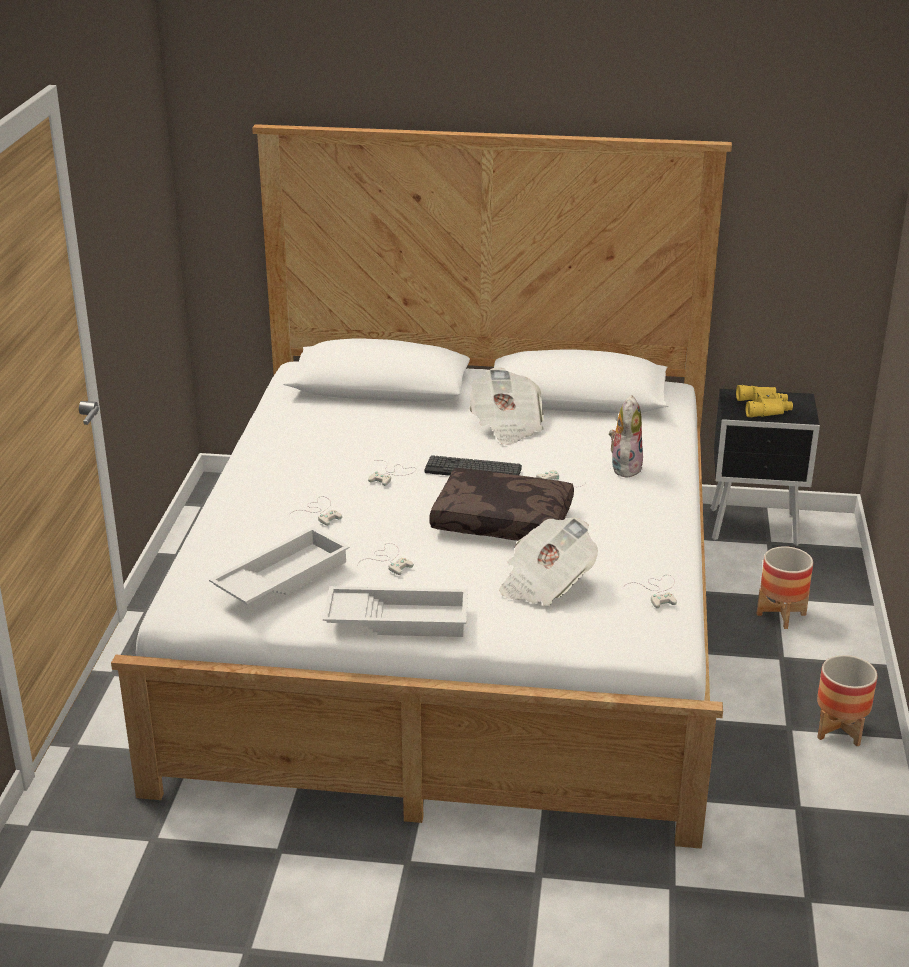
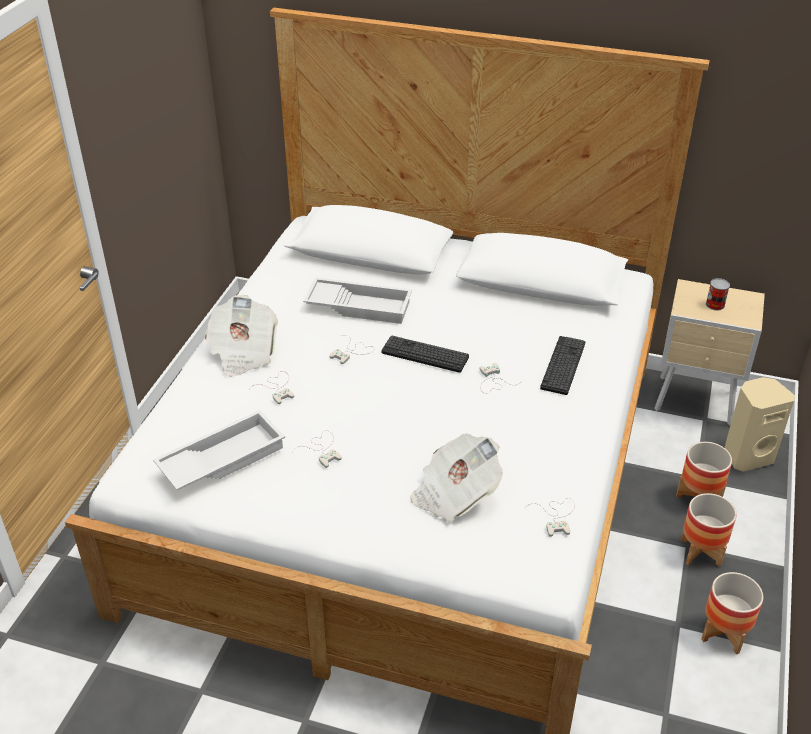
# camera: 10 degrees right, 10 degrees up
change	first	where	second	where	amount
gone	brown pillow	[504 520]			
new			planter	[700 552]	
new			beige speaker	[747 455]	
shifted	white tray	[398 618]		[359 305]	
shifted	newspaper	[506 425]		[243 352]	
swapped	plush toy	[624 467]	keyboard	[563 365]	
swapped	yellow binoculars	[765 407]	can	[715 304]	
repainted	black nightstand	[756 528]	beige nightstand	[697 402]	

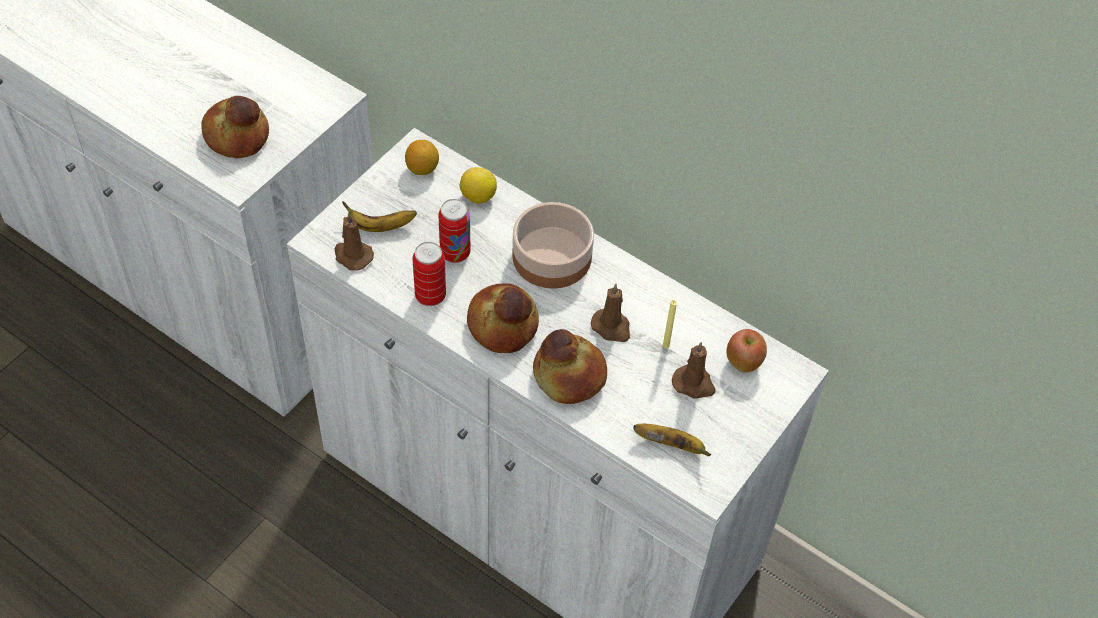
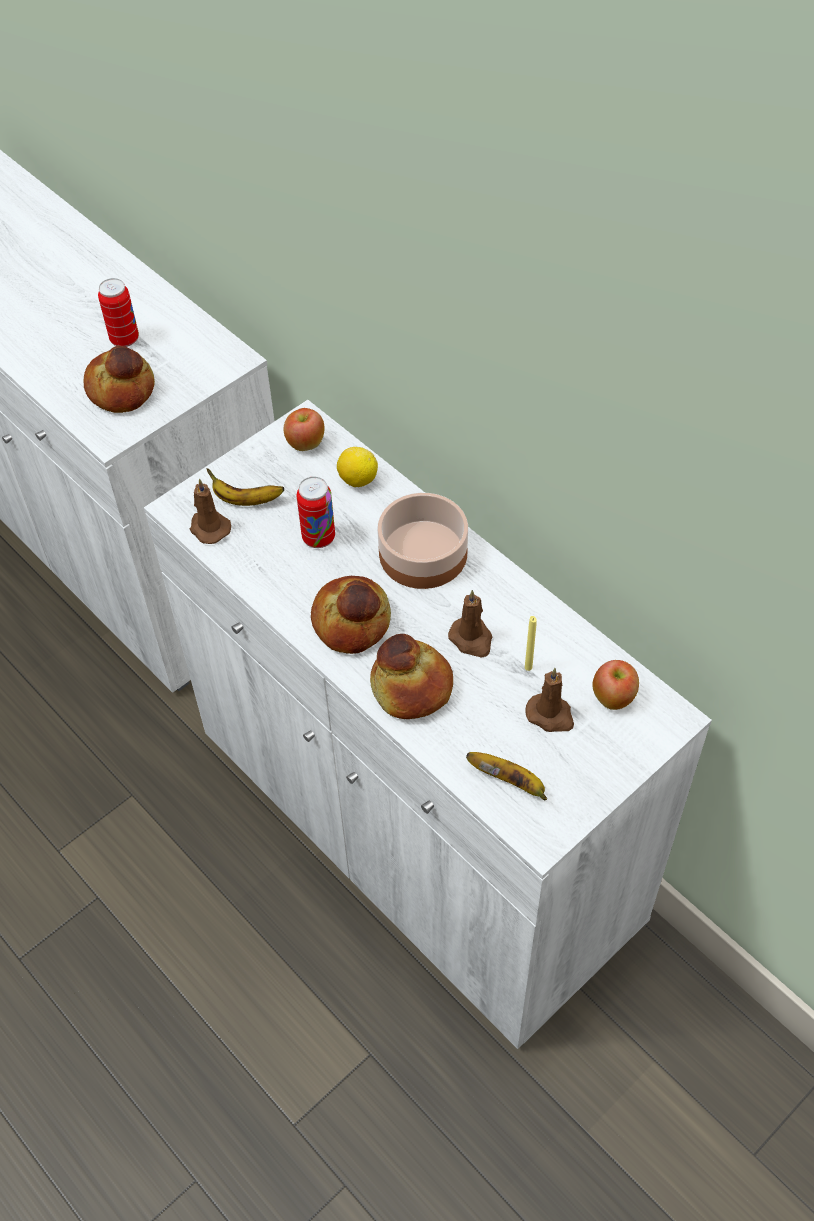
# camera: 15 degrees right, 0 degrees up
change	first	where	second	where	amount
shifted	can	[430 296]		[124 339]	
swapped	lemon	[422 169]	apple	[305 443]	

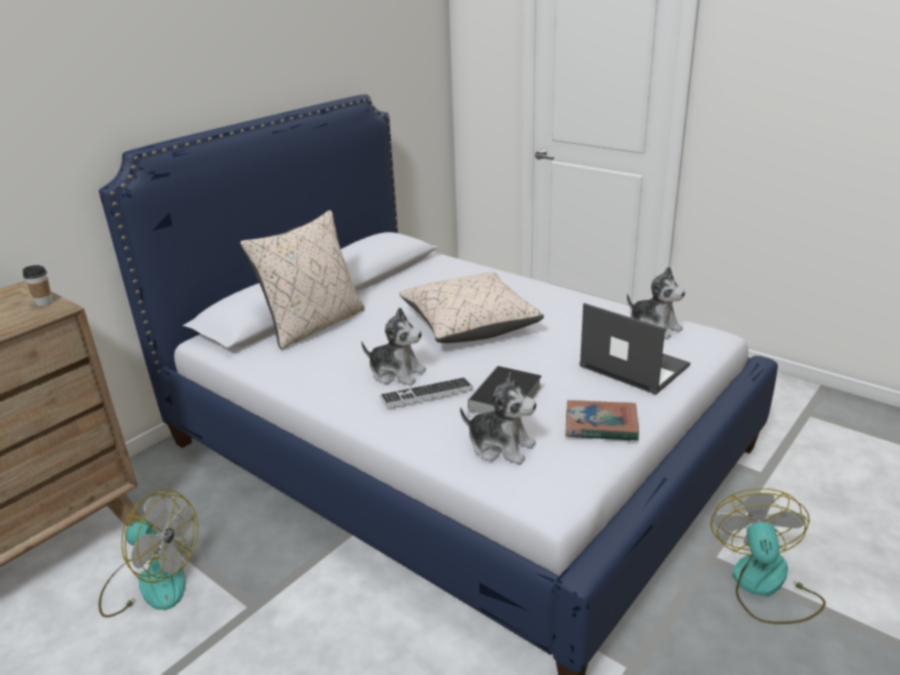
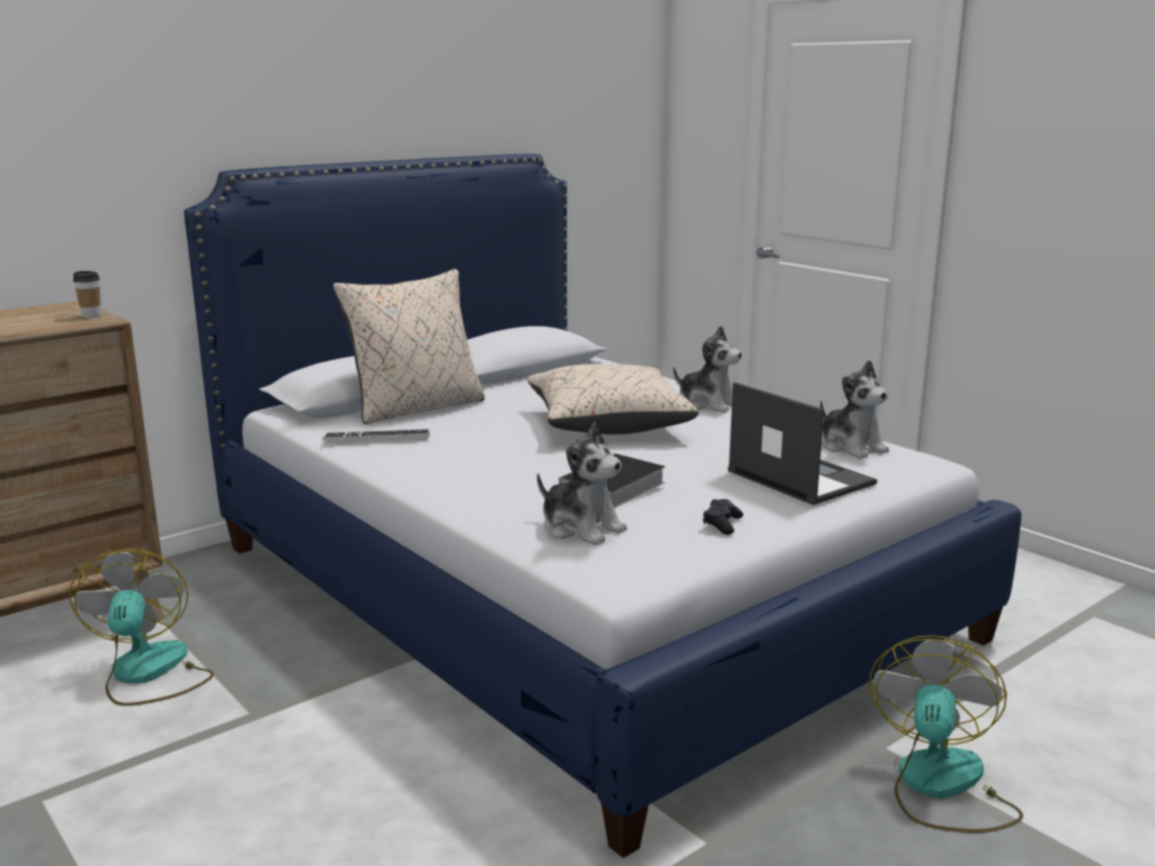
# camera: 10 degrees right, 10 degrees down
change	first	where	second	where	amount
shifted	plush toy	[396 373]		[708 404]	
shifted	keyboard	[426 394]		[377 438]	
swapped	book	[600 425]	black game controller	[722 524]	
rotated	fan	[151 582]		[148 674]	135 degrees counterclockwise

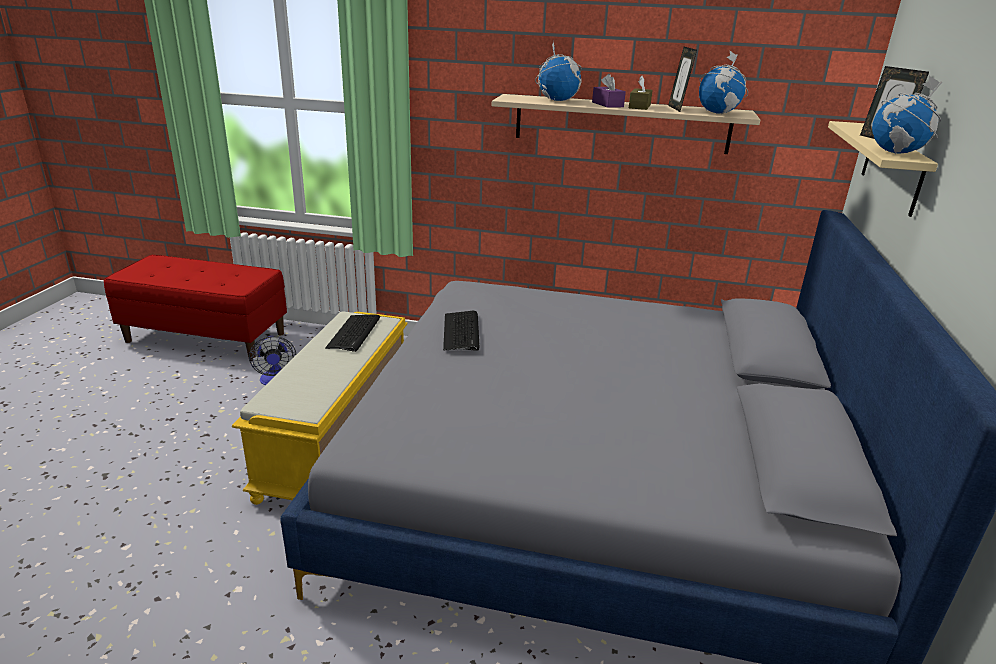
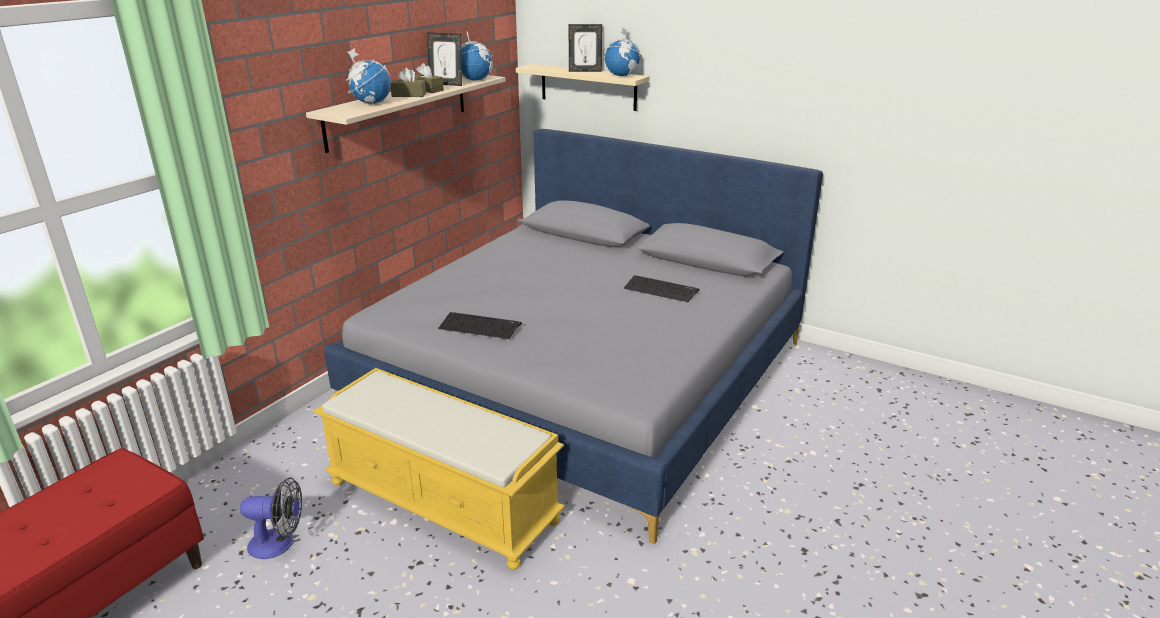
# camera: 70 degrees left, 0 degrees up
change	first	where	second	where	amount
shifted	keyboard	[354 333]		[661 289]	
repainted	purple tissue box	[607 104]	brown tissue box	[409 95]	

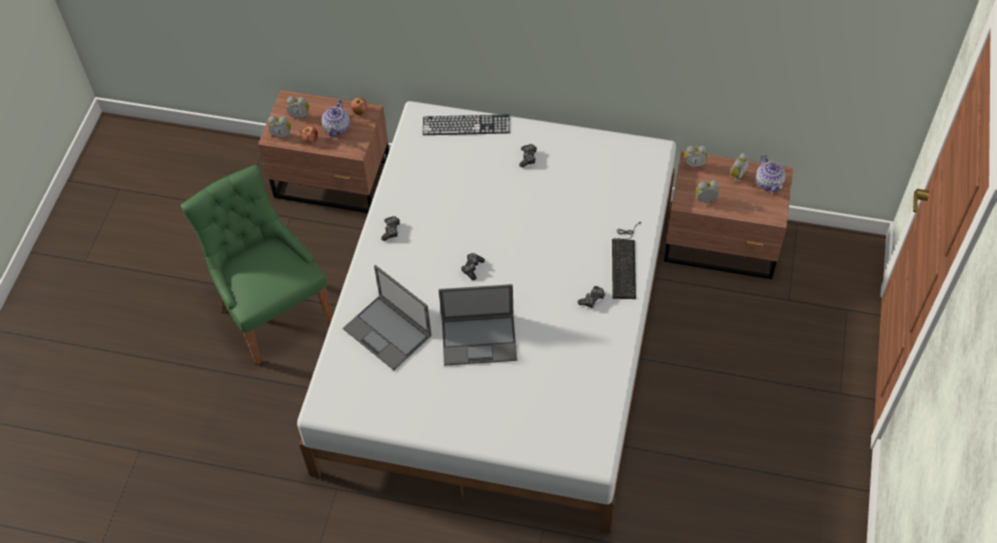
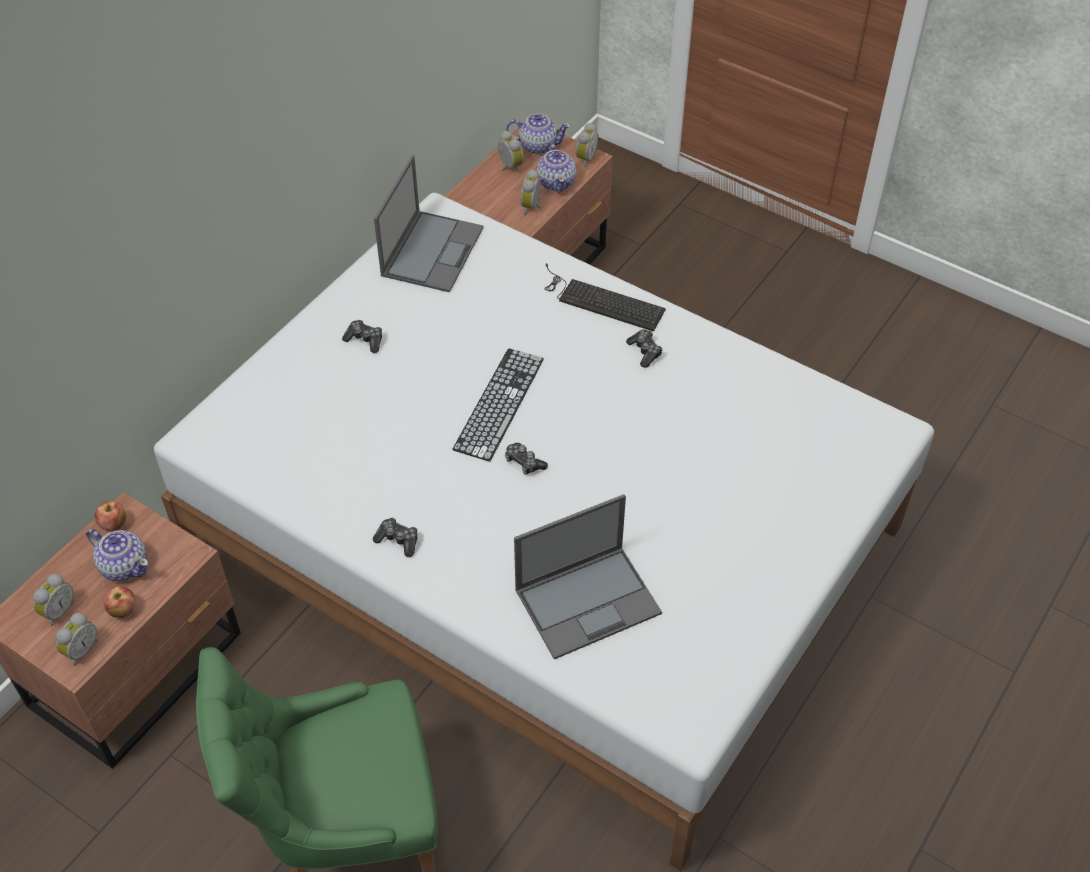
# camera: 70 degrees left, 5 degrees down
change	first	where	second	where	amount
new			teapot	[556 182]	
shifted	keyboard	[466 125]		[499 403]	
shifted	laptop	[480 339]		[432 250]	
shifted	alarm clock	[694 164]		[584 159]	

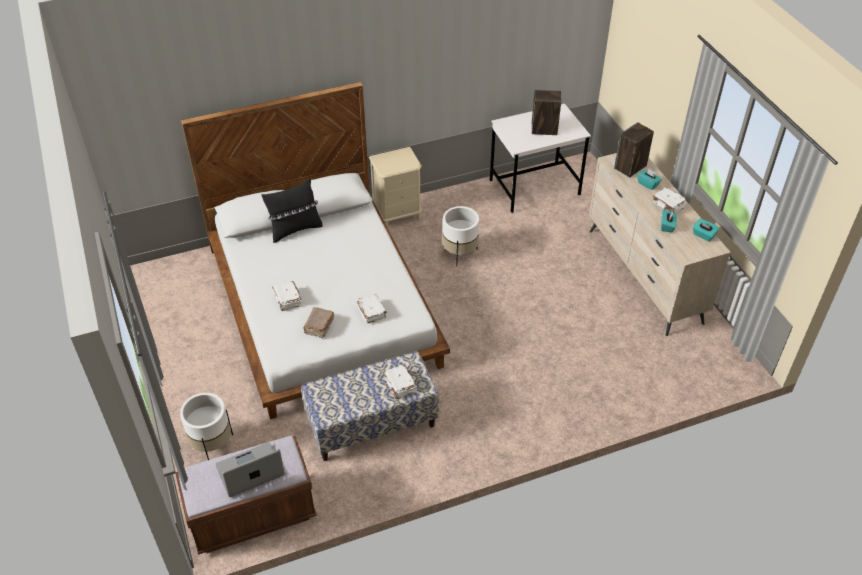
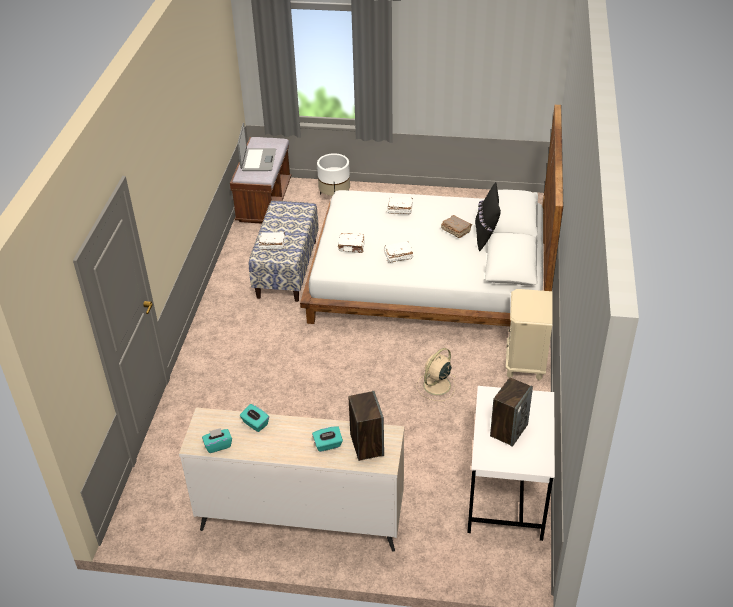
# camera: 120 degrees right, 5 degrees down
change	first	where	second	where	amount
shifted	brown book	[319 326]		[455 230]	
shifted	white book	[668 205]		[398 256]	
swapped	white planter	[460 253]	beige fan	[436 386]	

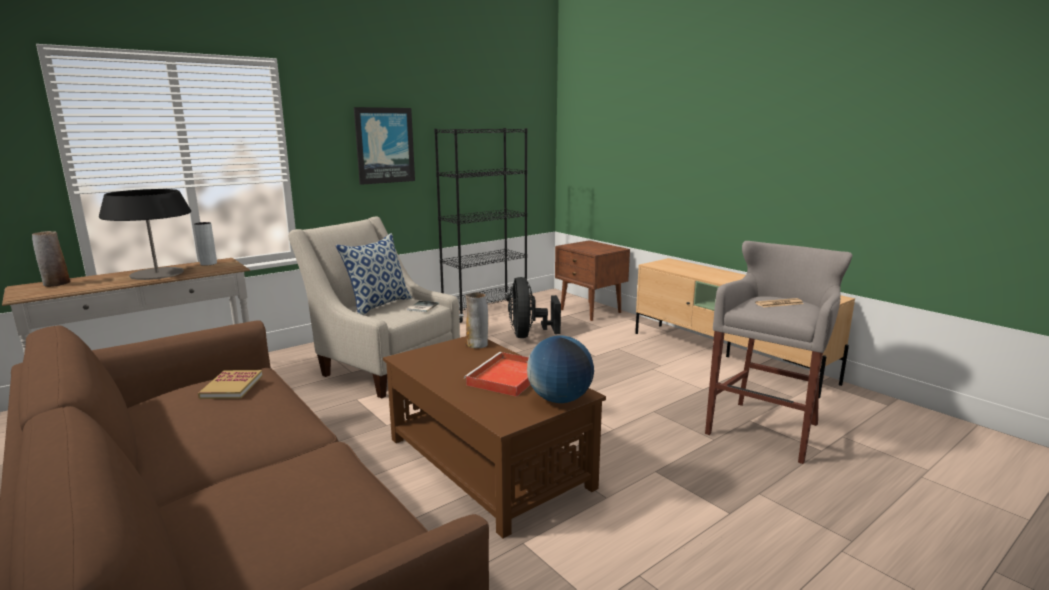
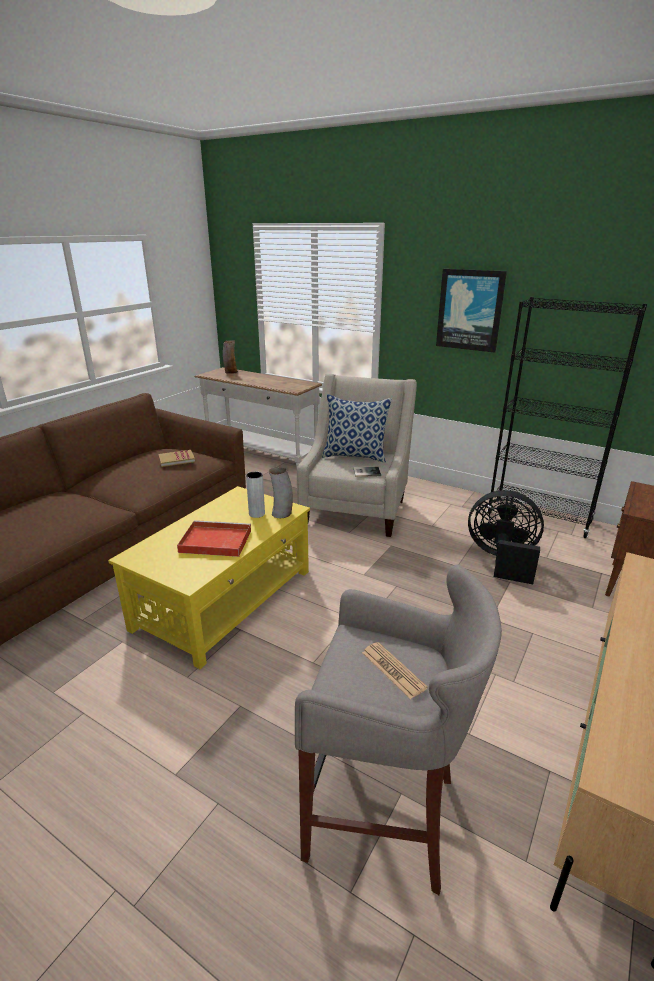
# camera: 70 degrees right, 10 degrees up
change	first	where	second	where	amount
gone	table lamp	[157 273]			
gone	globe	[559 399]			
shifted	grey vase	[208 263]		[257 514]	
repainted	brown coffee table	[487 461]	yellow coffee table	[225 598]	
rotated	black fan	[528 335]		[502 560]	45 degrees clockwise

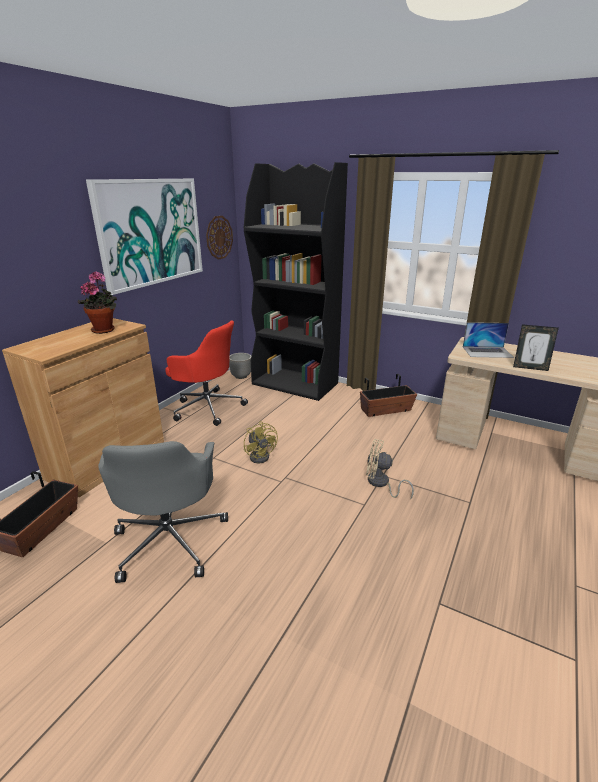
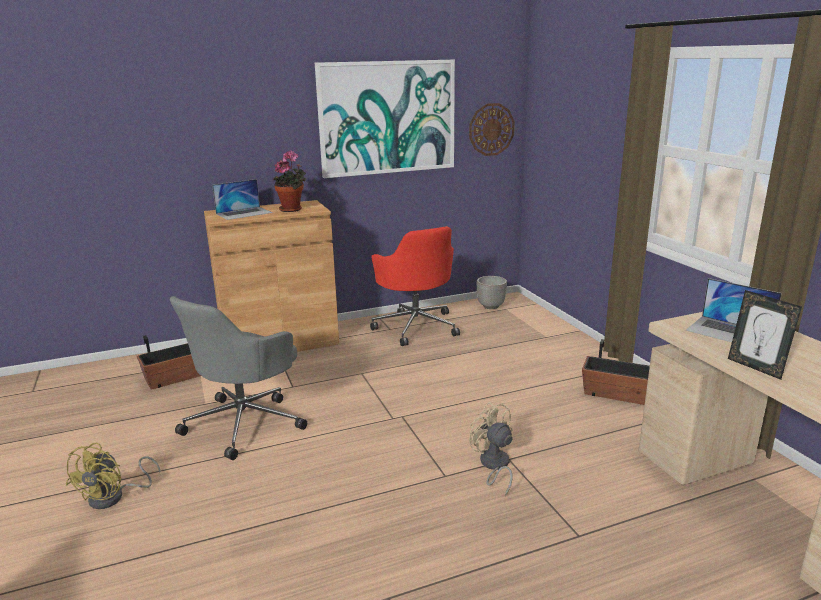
# camera: 40 degrees right, 5 degrees down
change	first	where	second	where	amount
gone	black bookcase	[295 384]			
new			laptop	[244 213]	
shifted	yellow fan	[261 455]		[114 497]	

